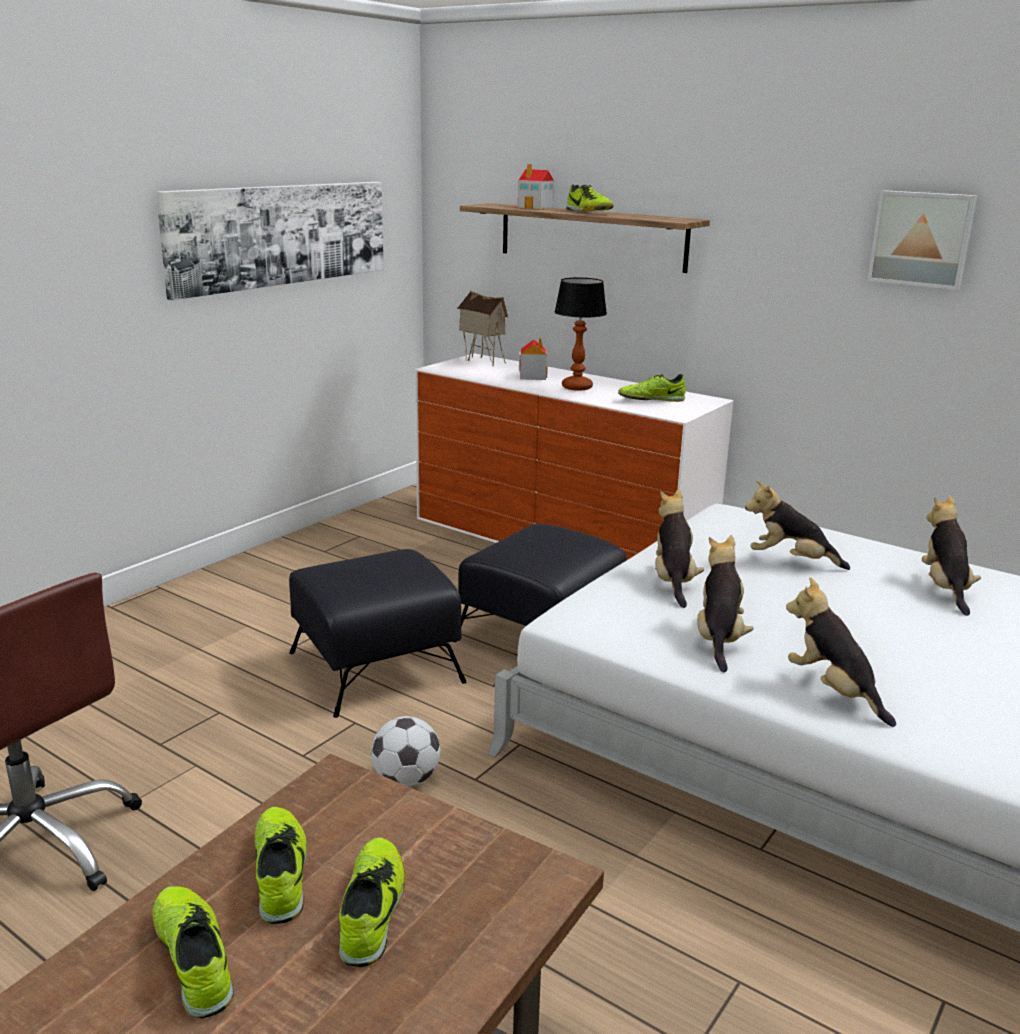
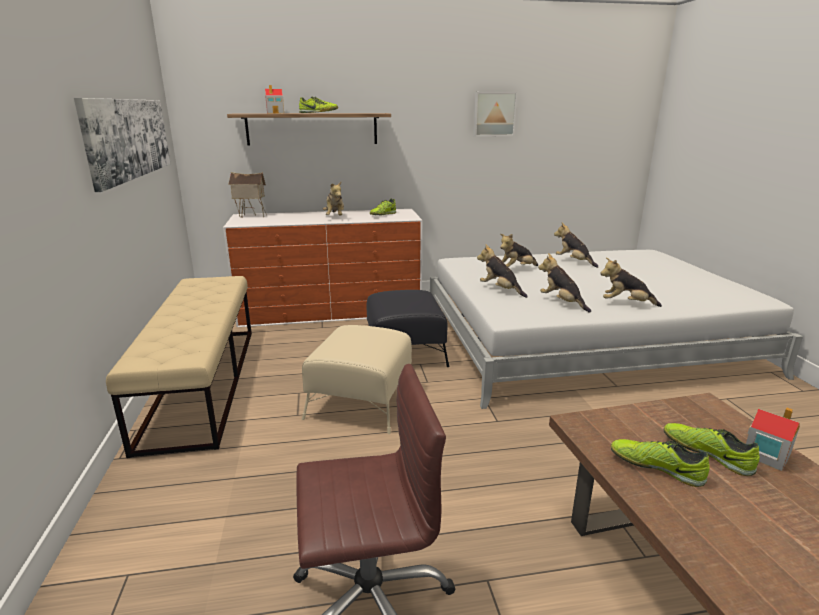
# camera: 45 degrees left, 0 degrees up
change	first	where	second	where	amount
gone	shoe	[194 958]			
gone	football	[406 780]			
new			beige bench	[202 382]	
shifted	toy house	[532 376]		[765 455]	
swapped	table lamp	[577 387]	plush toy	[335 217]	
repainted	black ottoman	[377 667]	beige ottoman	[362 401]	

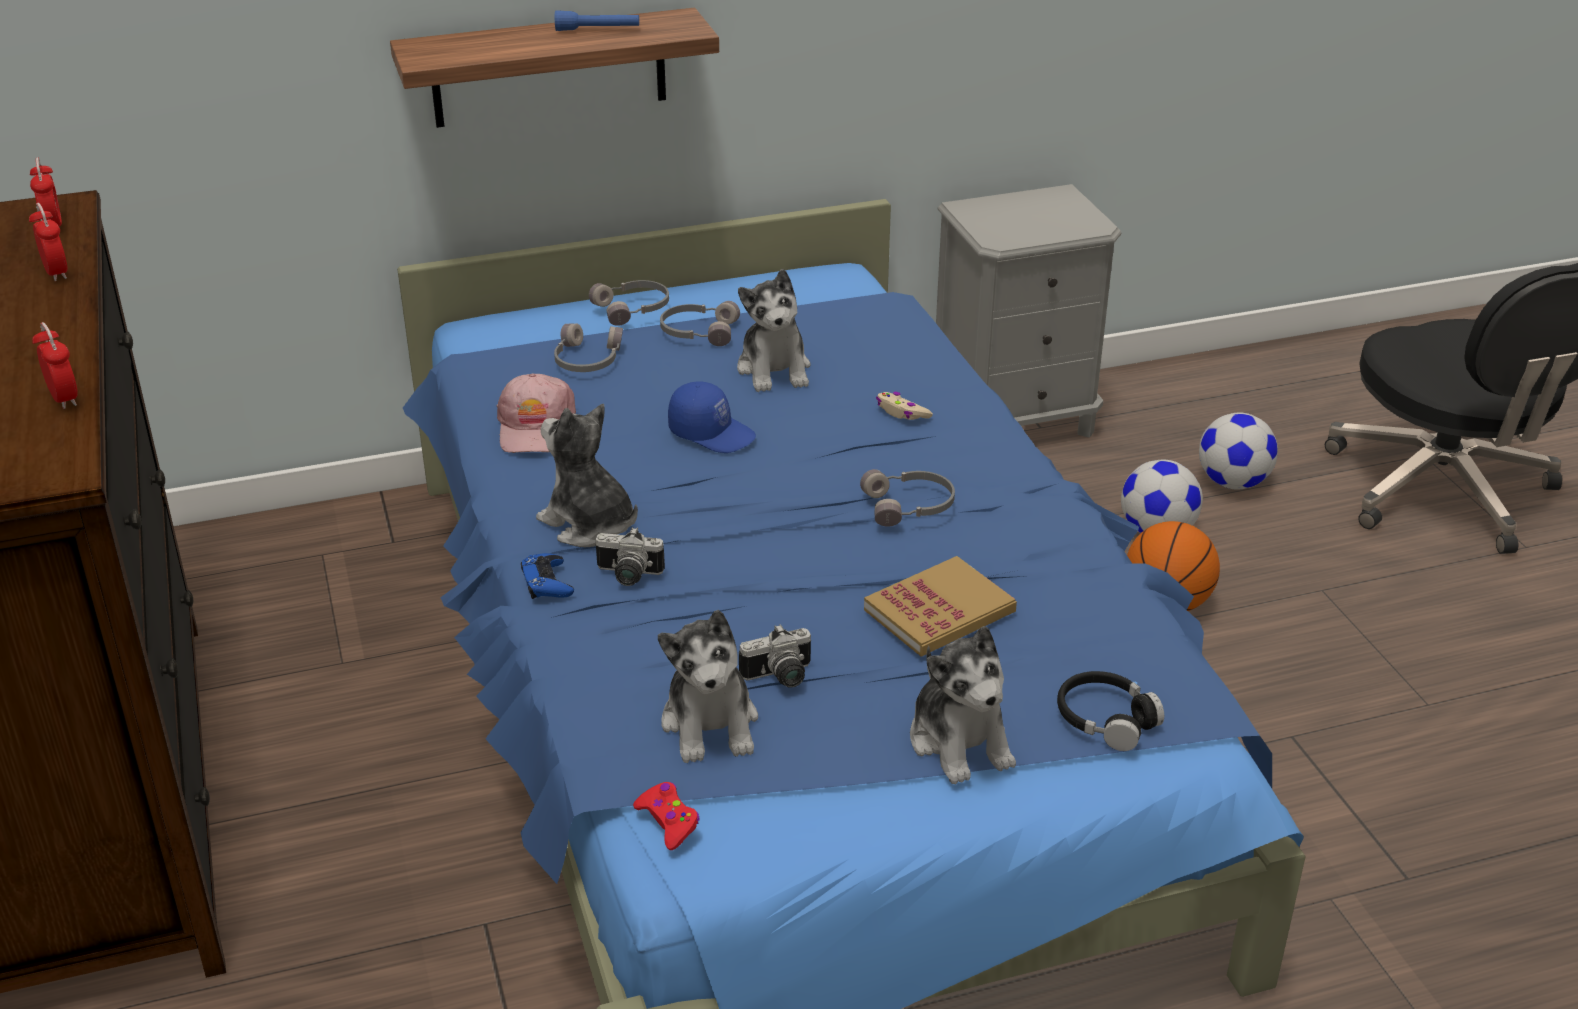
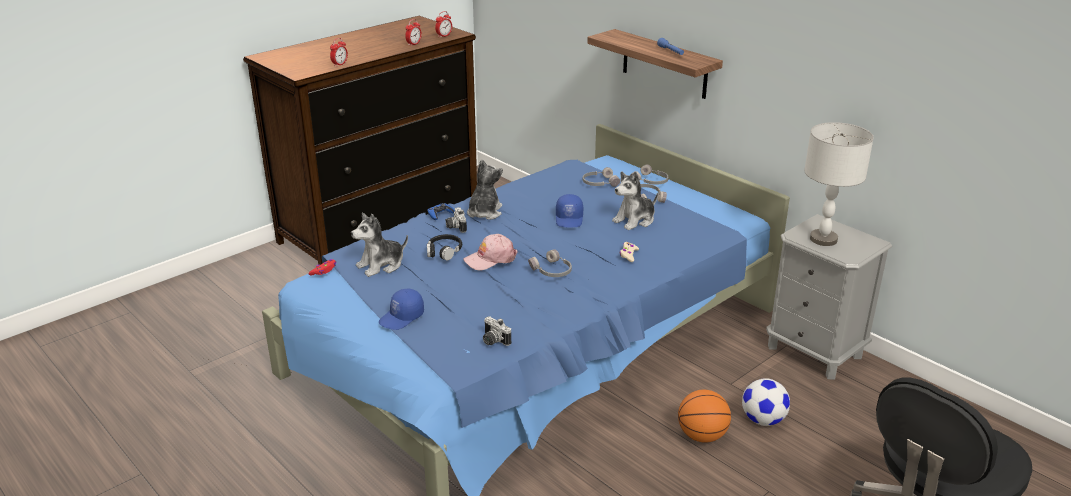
# camera: 65 degrees right, 5 degrees down
change	first	where	second	where	amount
gone	book	[939 611]			
gone	football	[1233 483]			
new			grey table lamp	[824 239]	
shifted	pink cap	[536 427]		[490 259]	
shifted	photo camera	[780 677]		[493 341]	
shifted	black headphones	[1106 719]		[444 251]	
swapped	plush toy	[960 741]	blue cap	[402 318]	

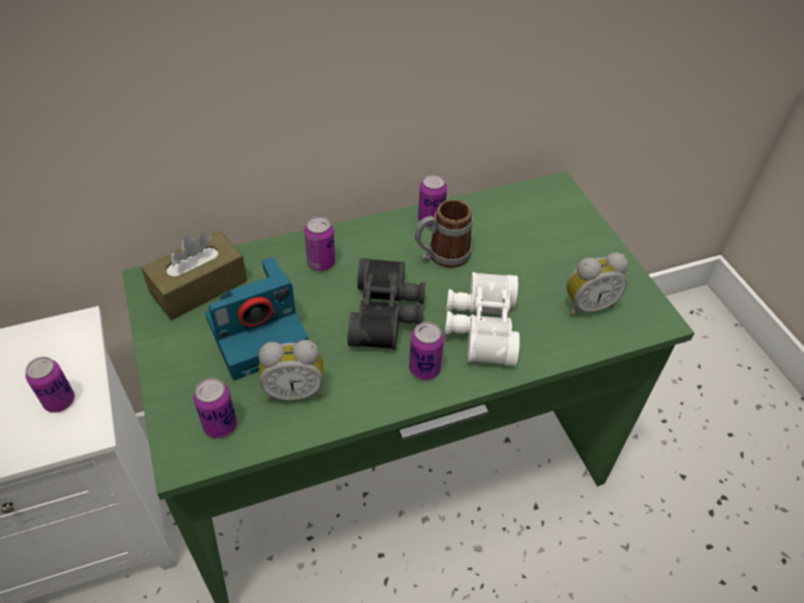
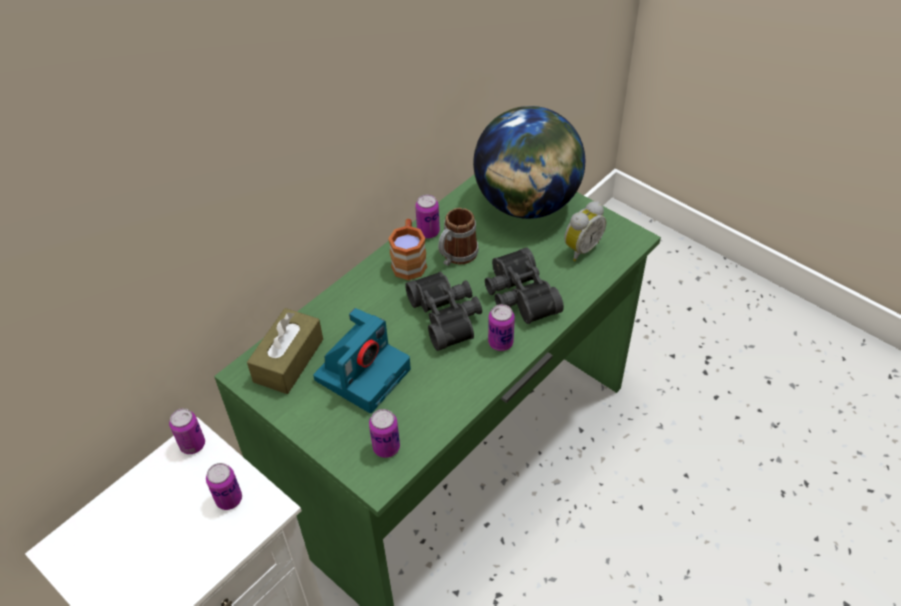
# camera: 25 degrees left, 0 degrees up
change	first	where	second	where	amount
gone	alarm clock	[294 390]			
new			brown mug	[409 261]	
new			globe	[527 204]	
shifted	can	[321 263]		[192 444]	
repainted	white binoculars	[479 326]	black binoculars	[518 296]	

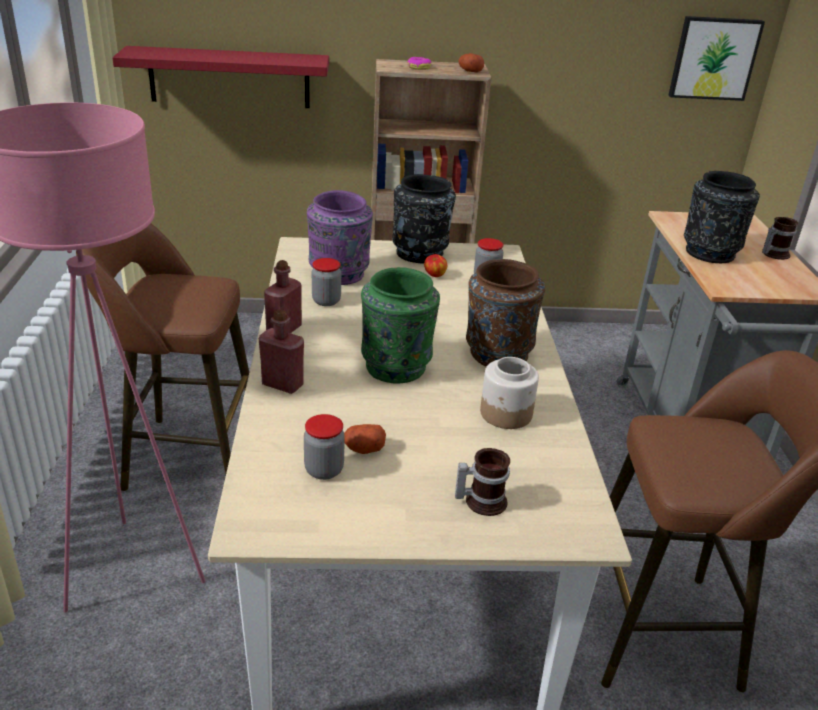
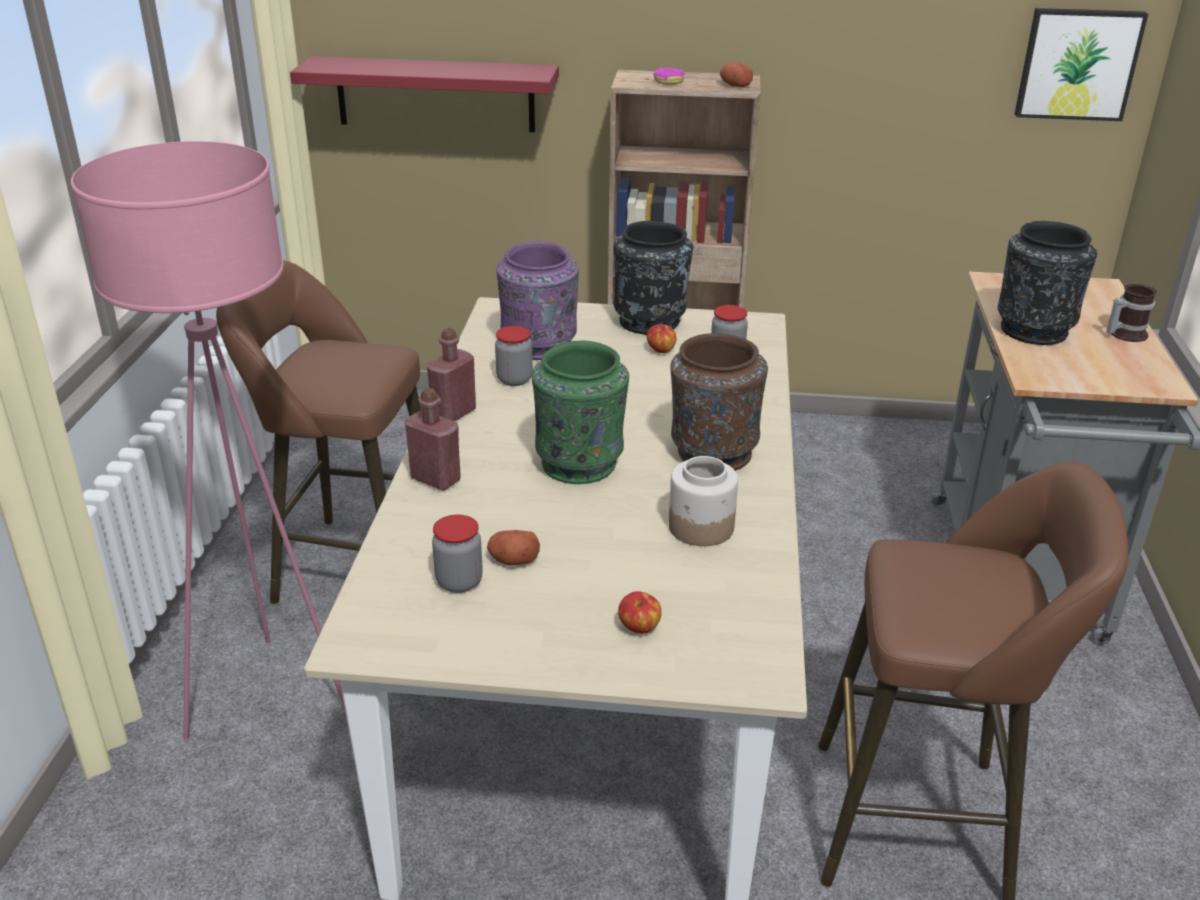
# camera: 10 degrees right, 0 degrees up
change	first	where	second	where	amount
swapped	mug	[481 500]	apple	[639 628]	

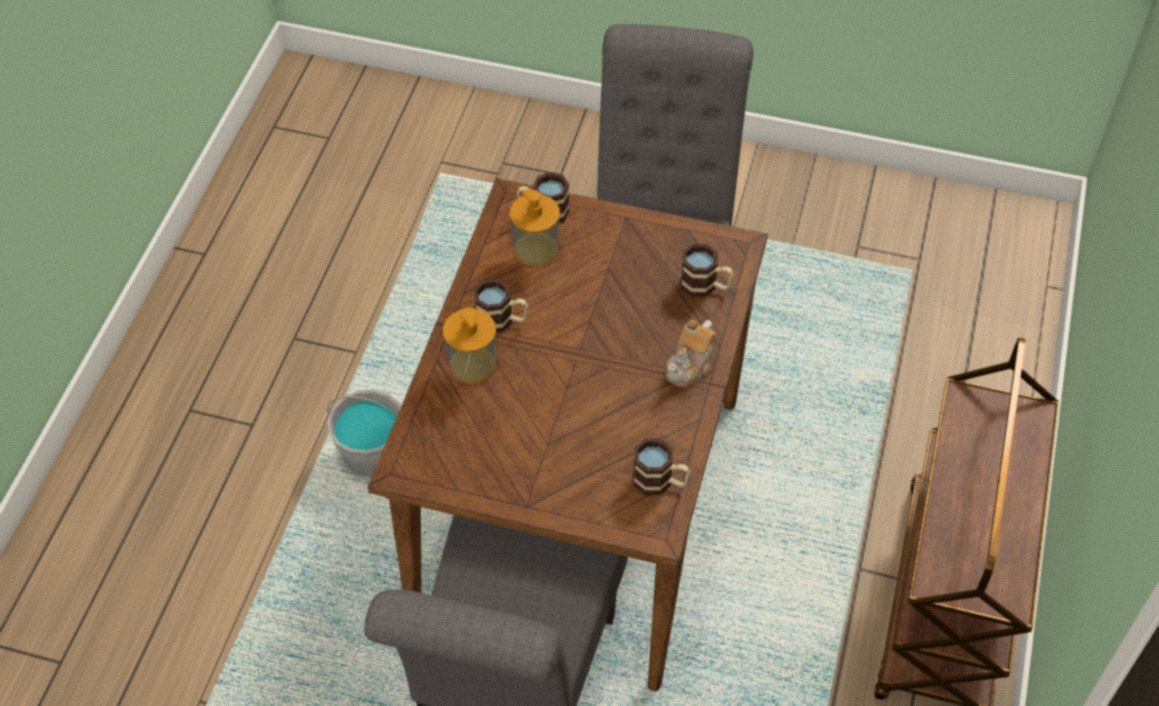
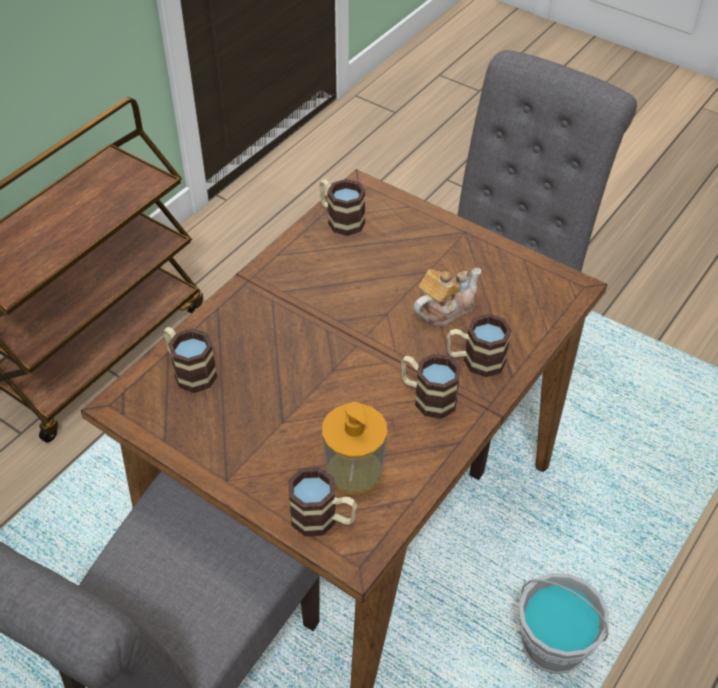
# camera: 160 degrees left, 5 degrees down
change	first	where	second	where	amount
shifted	teapot	[690 366]		[444 309]	
swapped	soap dispenser	[472 364]	mug	[475 360]	

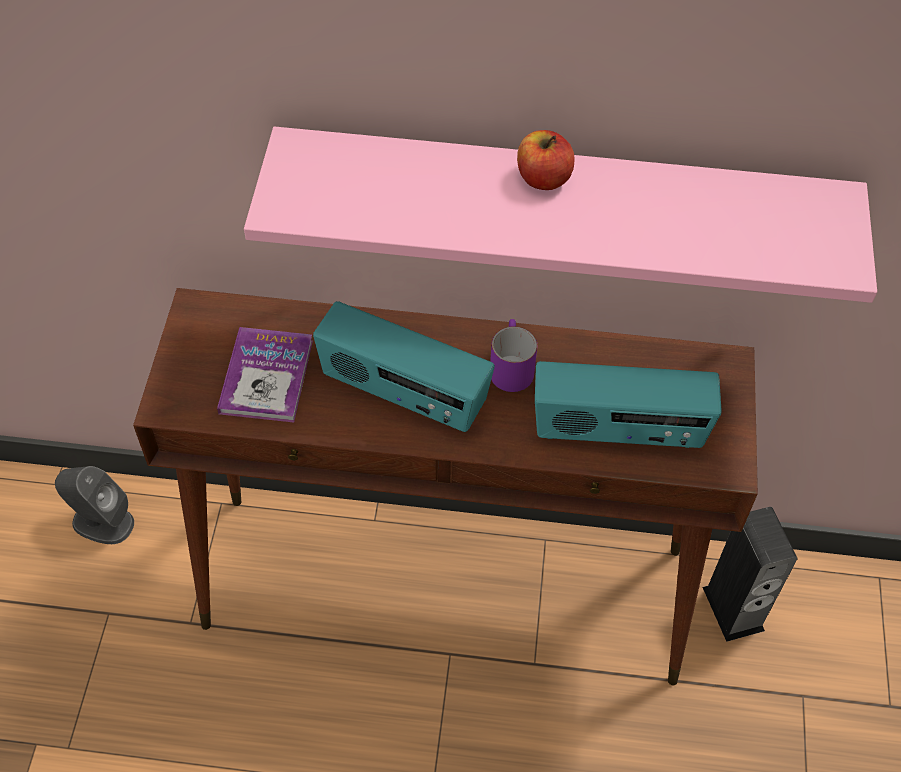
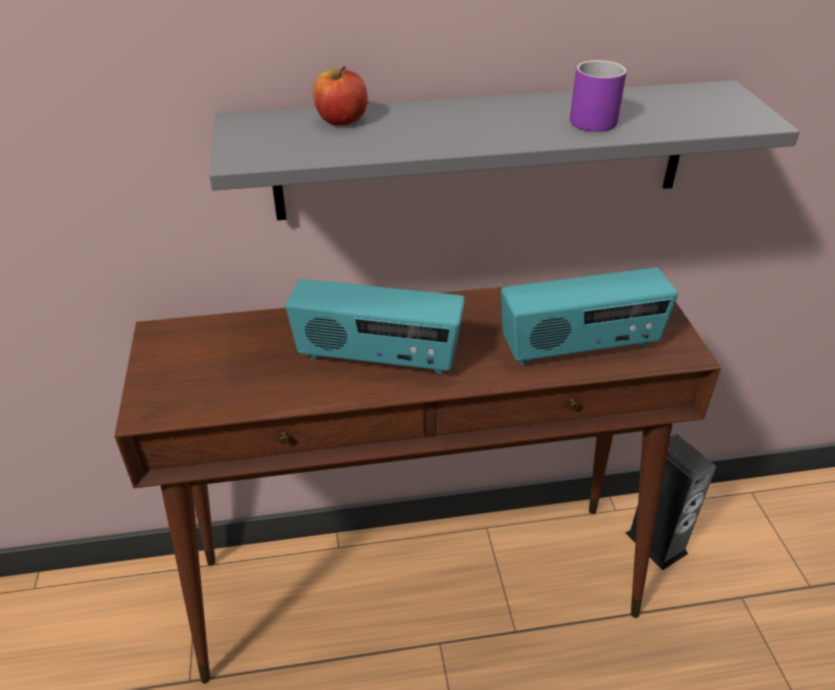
# camera: 15 degrees left, 15 degrees down
change	first	where	second	where	amount
gone	grey speaker	[102 522]			
gone	book	[266 376]			
shifted	purple mug	[509 366]		[587 118]	
shifted	apple	[543 178]		[341 120]	
repainted	pink shelf	[560 200]	grey shelf	[483 151]	

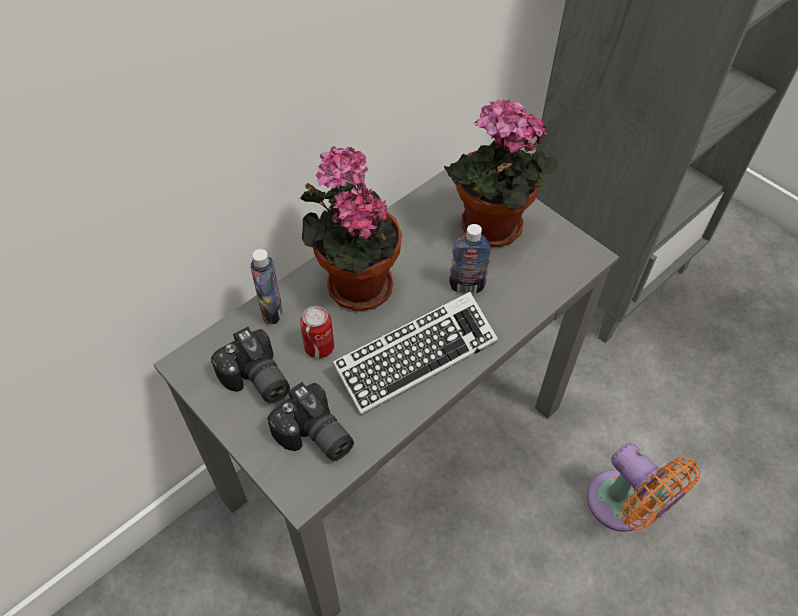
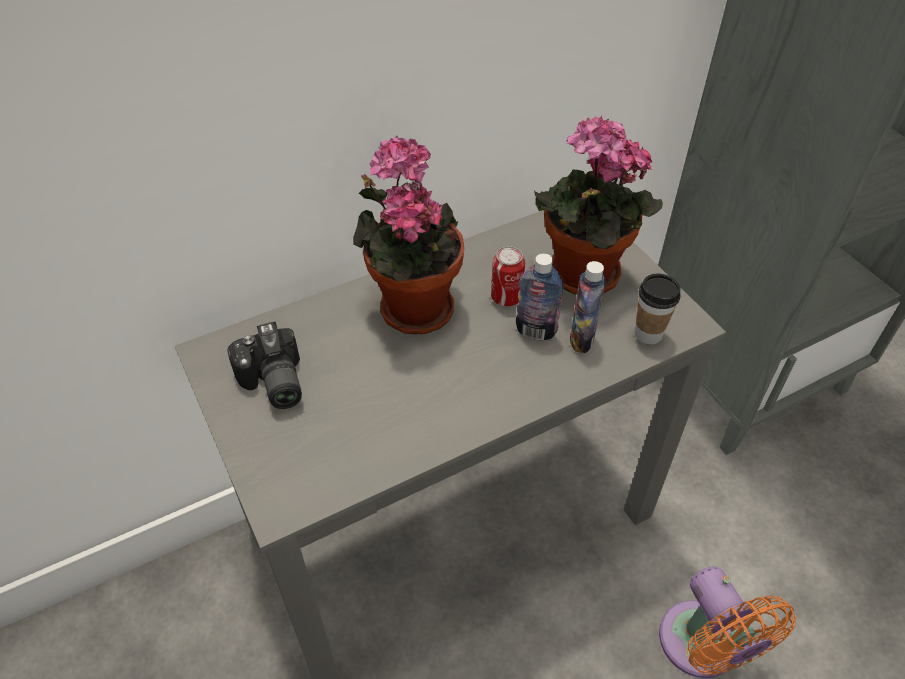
# camera: 15 degrees right, 5 degrees down
change	first	where	second	where	amount
gone	photo camera	[314 437]			
gone	keyboard	[415 357]			
new			cup	[648 334]	
shifted	bottle	[272 311]		[581 339]	
shifted	can	[319 347]		[506 297]	

